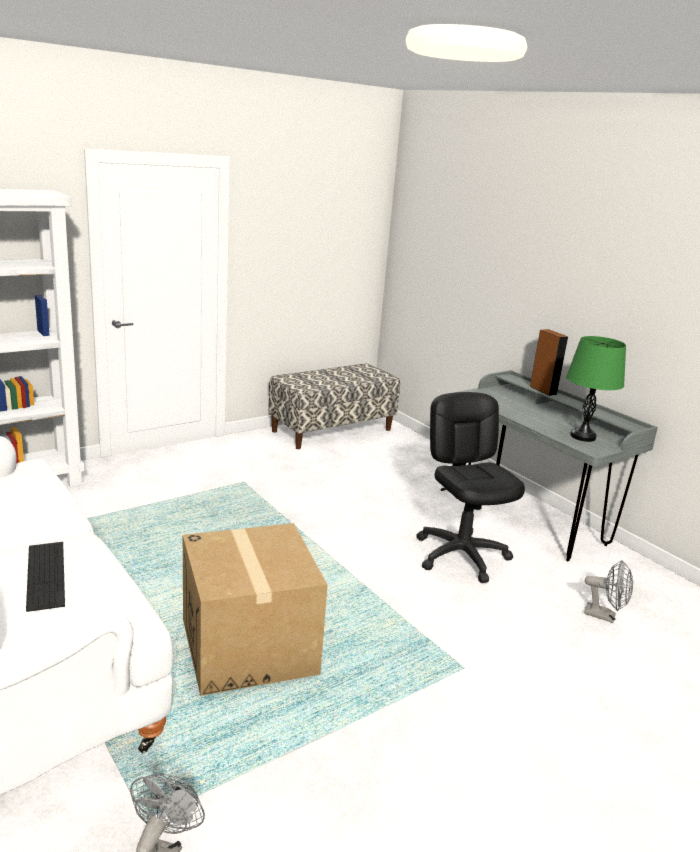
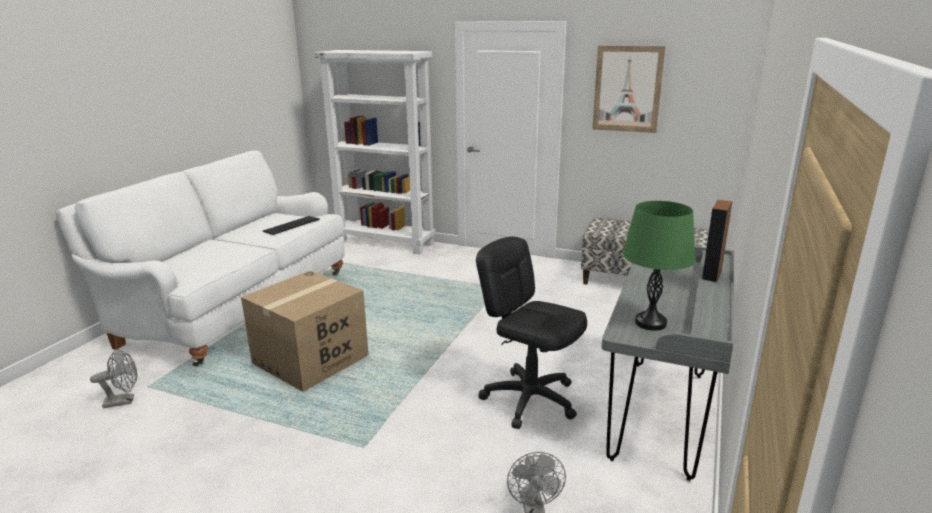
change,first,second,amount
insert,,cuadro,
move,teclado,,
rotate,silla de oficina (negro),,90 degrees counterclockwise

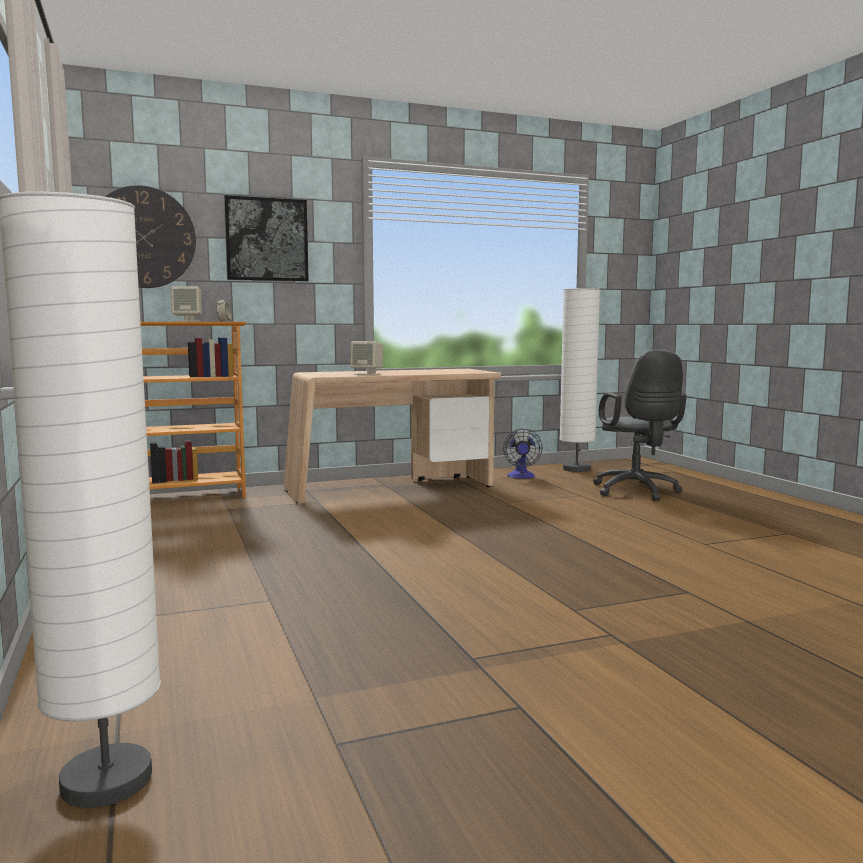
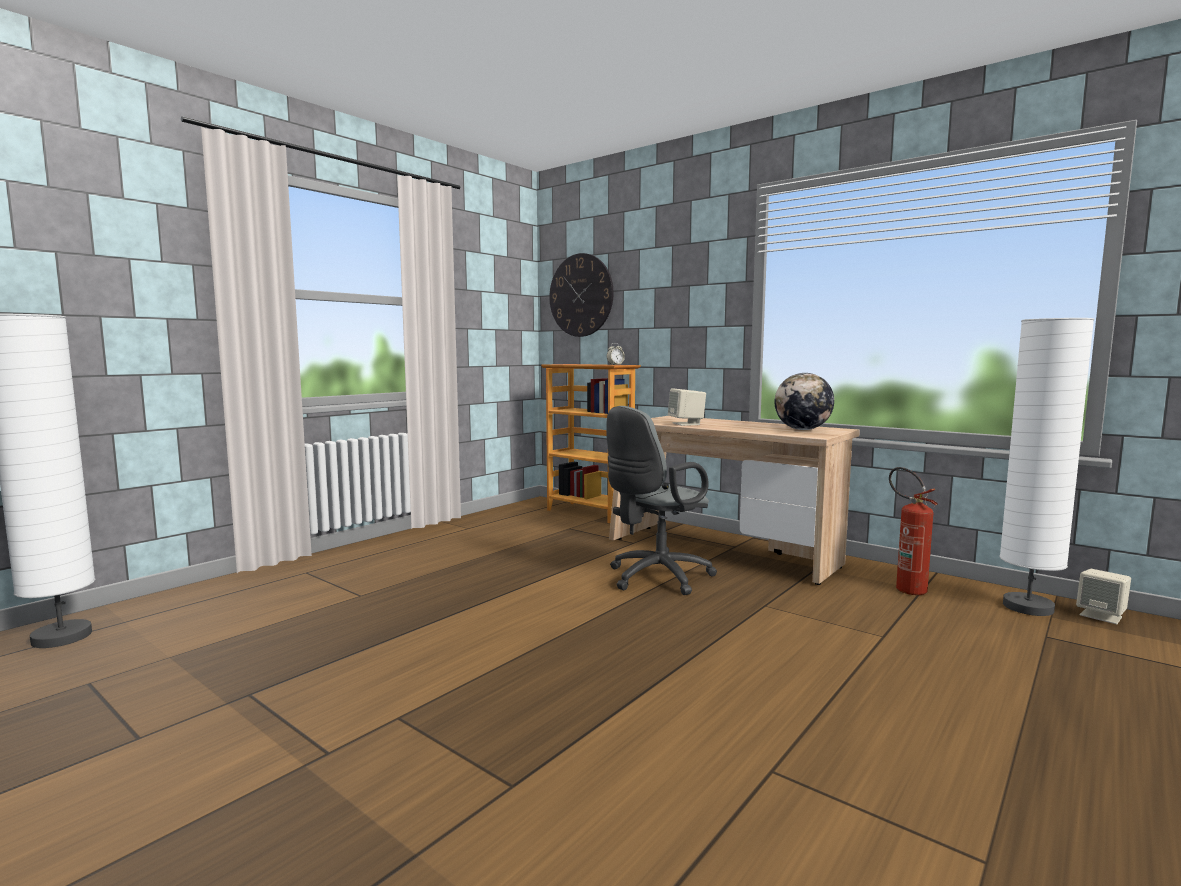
change,first,second,amount
delete,cuadro,,
insert,,globo terráqueo,
move,altavoz (beis) (1st from left in the first image),altavoz (beis) (2nd from left),
move,silla de oficina (gris),,
replace,ventilador,extintor,

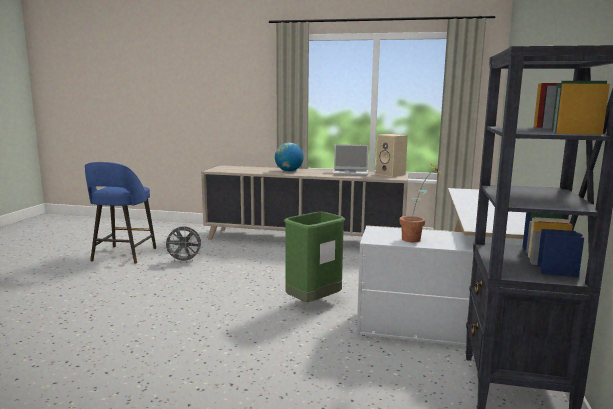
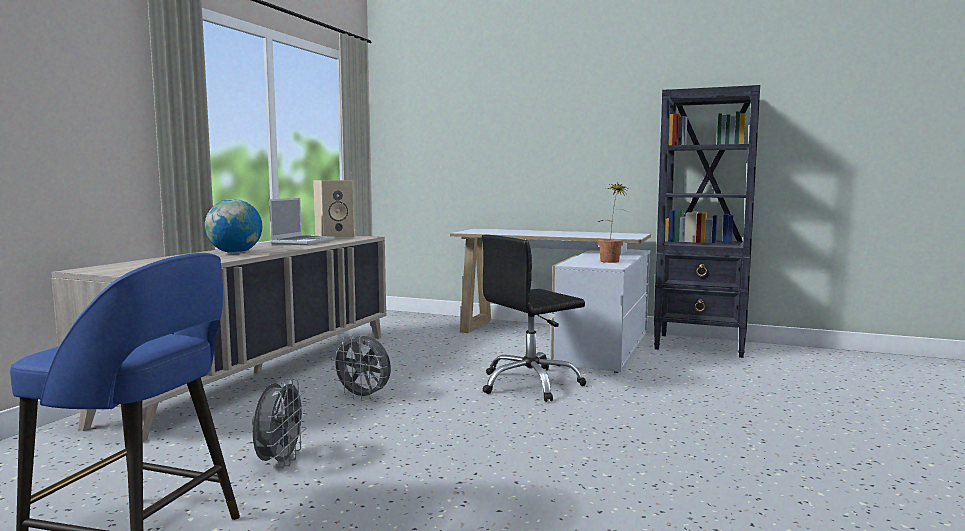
change,first,second,amount
insert,,ventilador (gris) (2nd from left),
replace,papelera (verde),silla de oficina (negro),

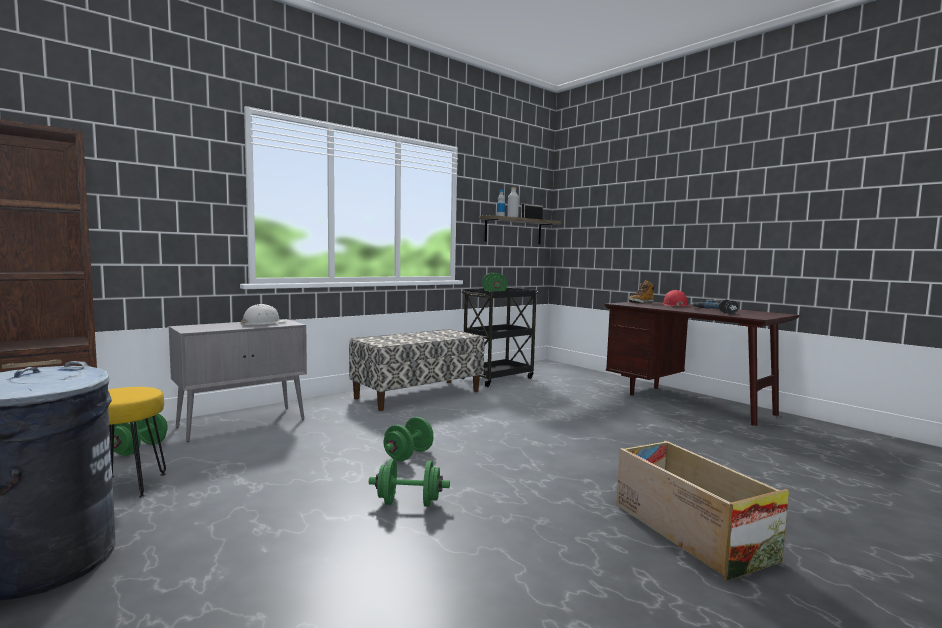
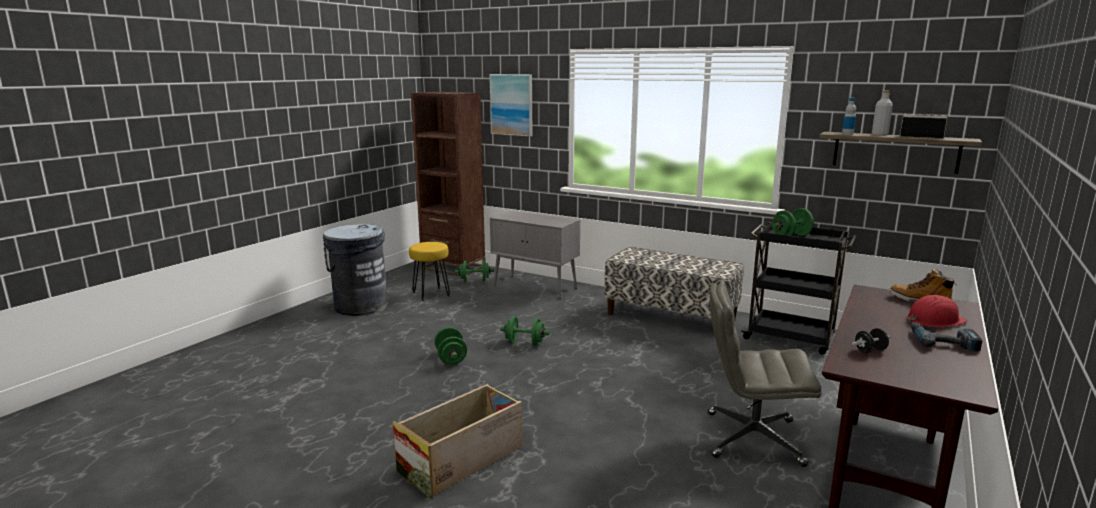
change,first,second,amount
delete,casco (blanco),,
insert,,cuadro,
insert,,silla de oficina (gris),

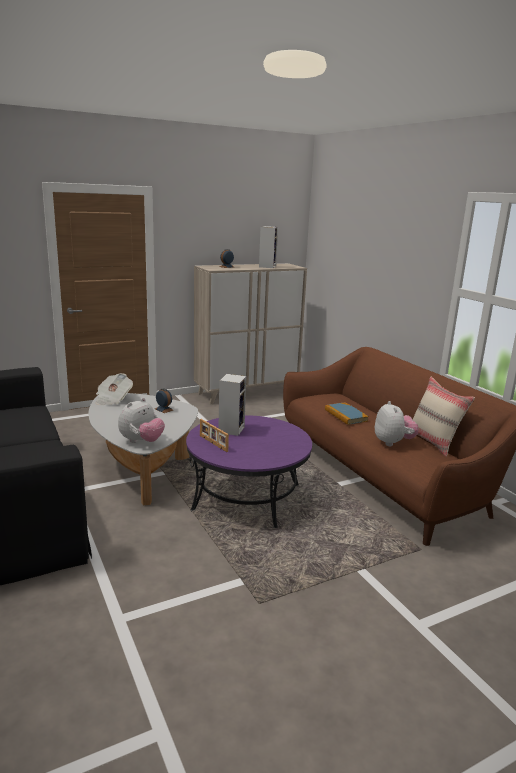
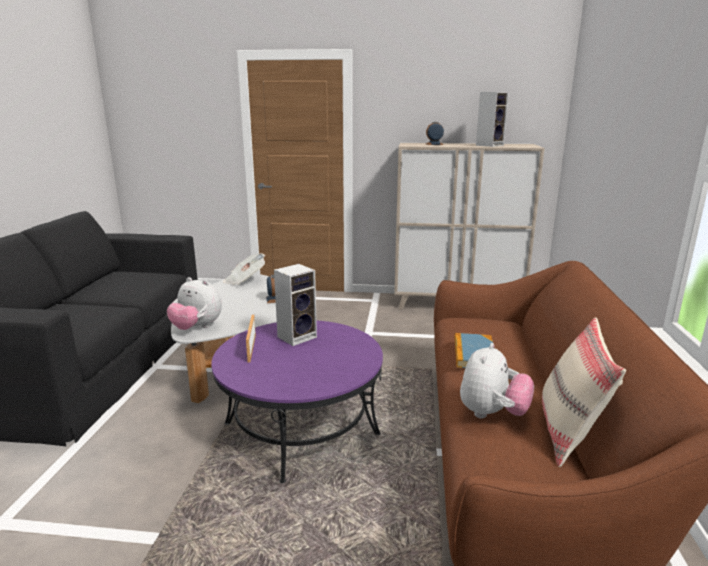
change,first,second,amount
rotate,peluche (1st from left),,45 degrees clockwise

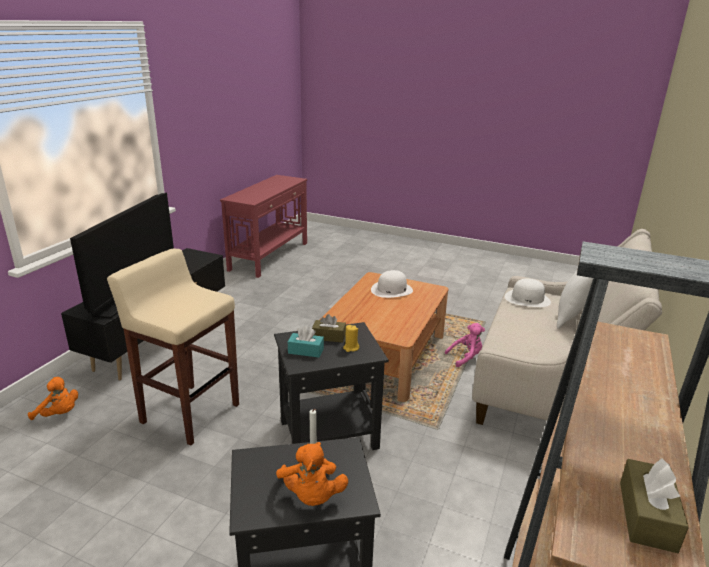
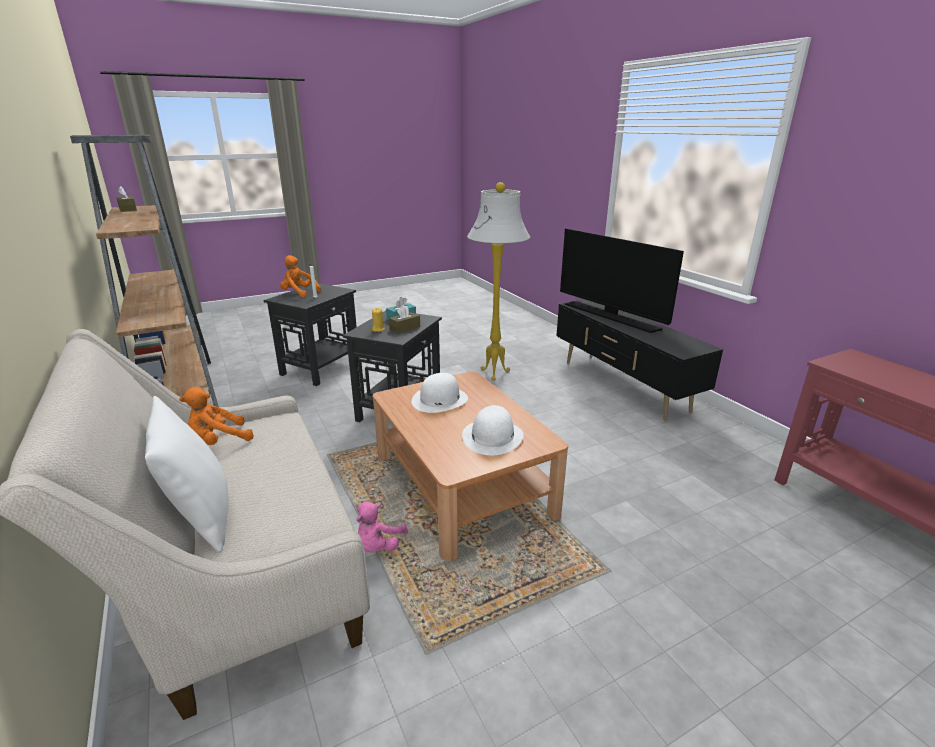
change,first,second,amount
move,peluche (naranja) (1st from left),,
move,sombrero (blanco) (2nd from left in the first image),sombrero (blanco) (1st from left),
replace,taburete (beis),lámpara de pie (blanco),

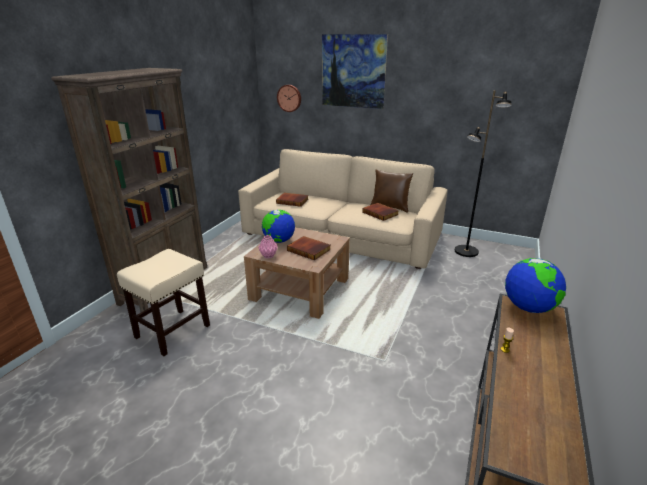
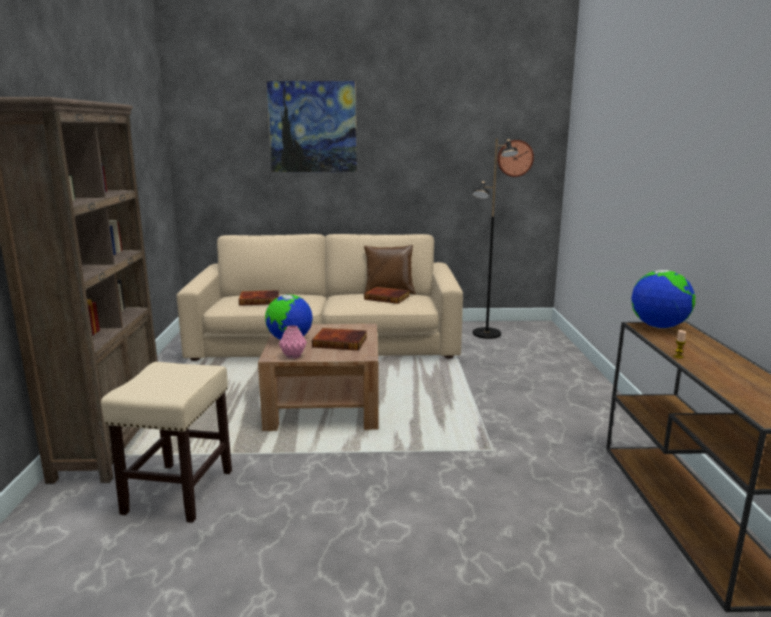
change,first,second,amount
move,reloj de pared,,

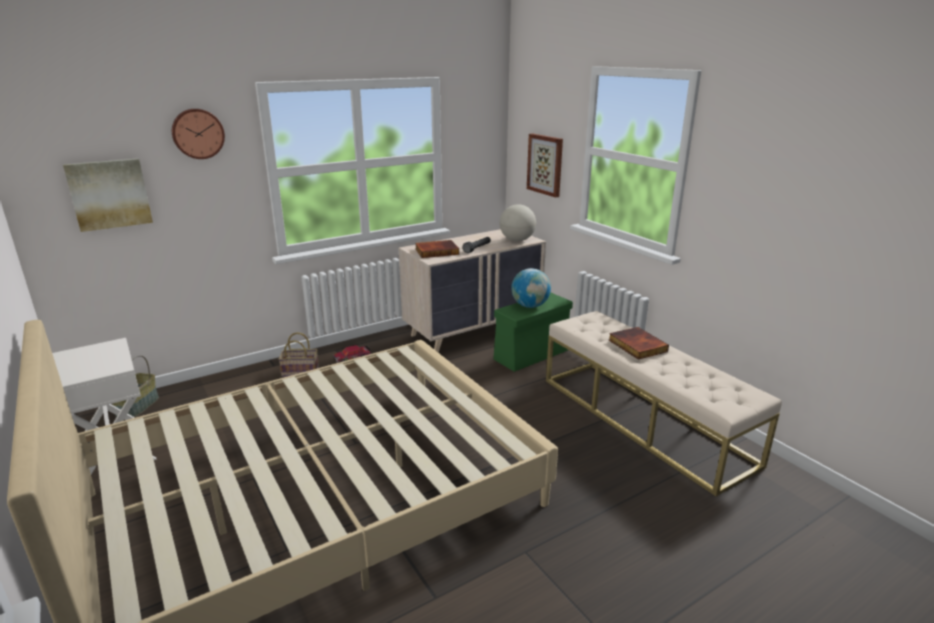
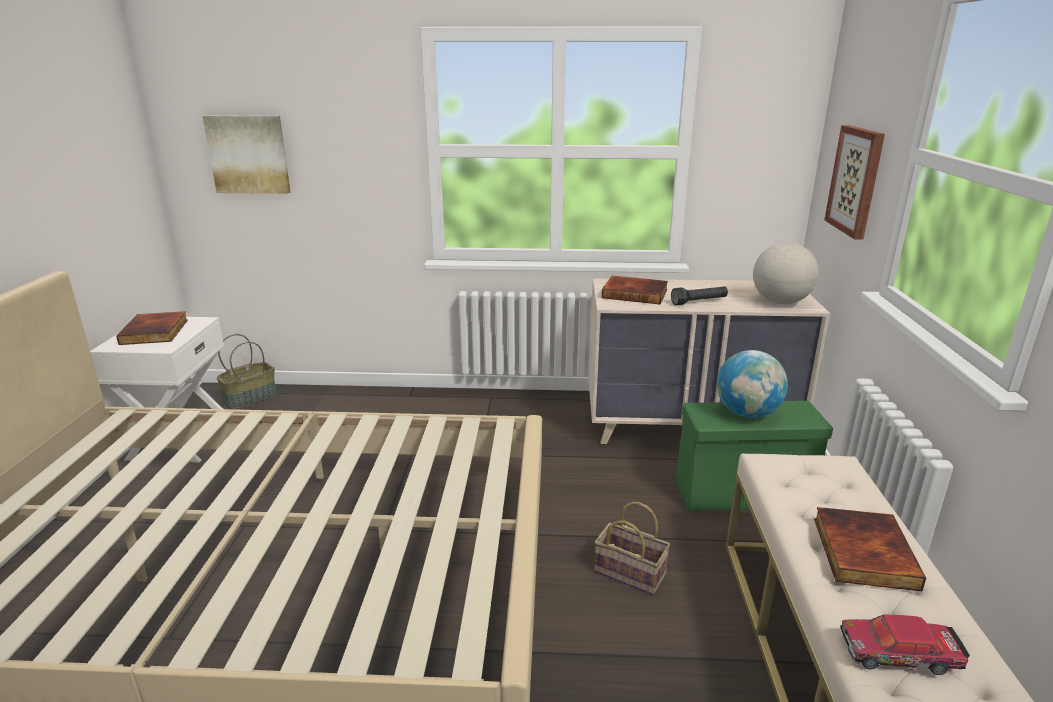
change,first,second,amount
delete,reloj de pared,,
insert,,libro (1st from left),
move,cesta (2nd from left),,
move,coche de juguete,,

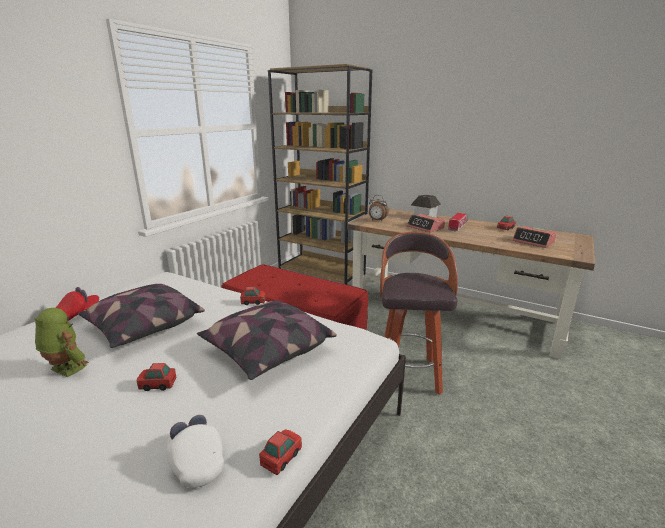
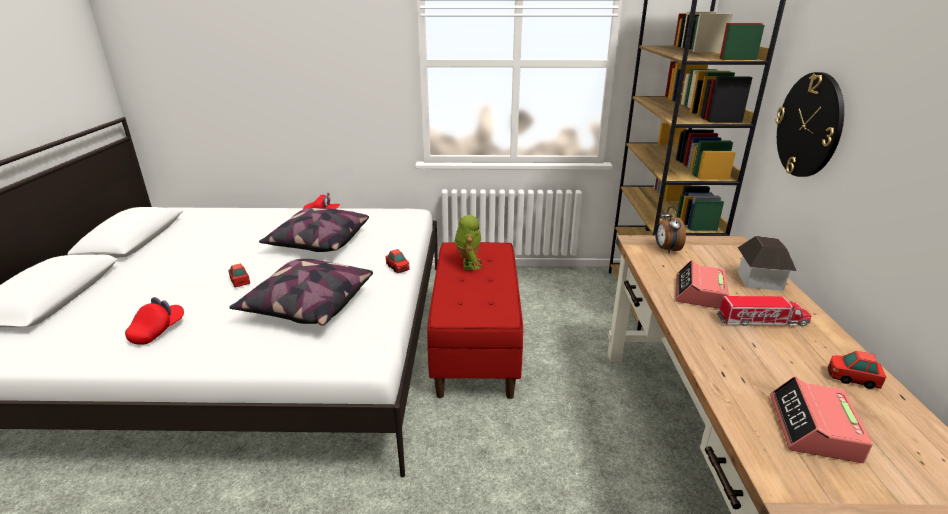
change,first,second,amount
delete,coche de juguete (3rd from left),,
delete,taburete,,
insert,,reloj de pared,
move,robot de juguete,,
recolor,gorra (blanco),gorra (rojo) (1st from left),

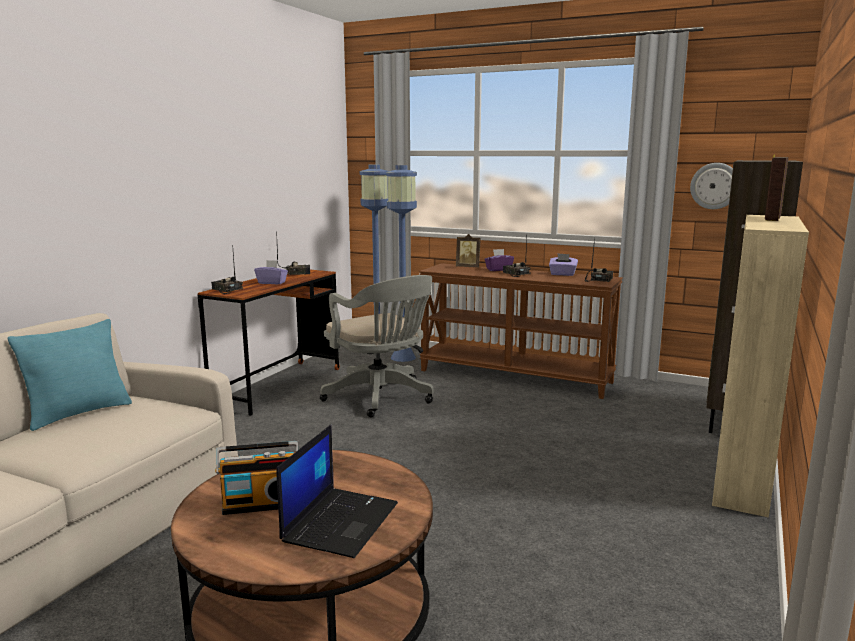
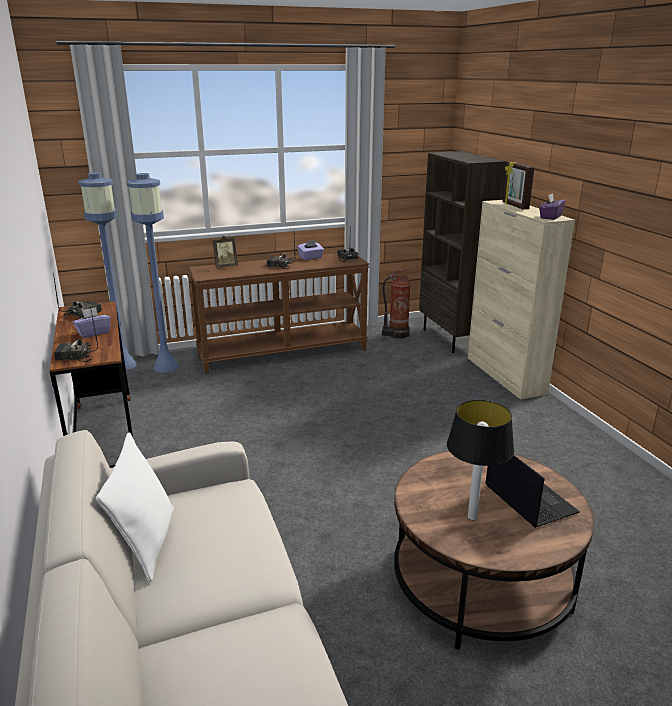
change,first,second,amount
delete,silla de oficina (gris),,
delete,reloj de pared,,
insert,,extintor,
move,caja de pañuelos (morado) (2nd from left in the first image),caja de pañuelos (morado) (3rd from left),
replace,radio (2nd from left),lámpara de mesa,
recolor,cojín (turquesa),cojín (blanco),

